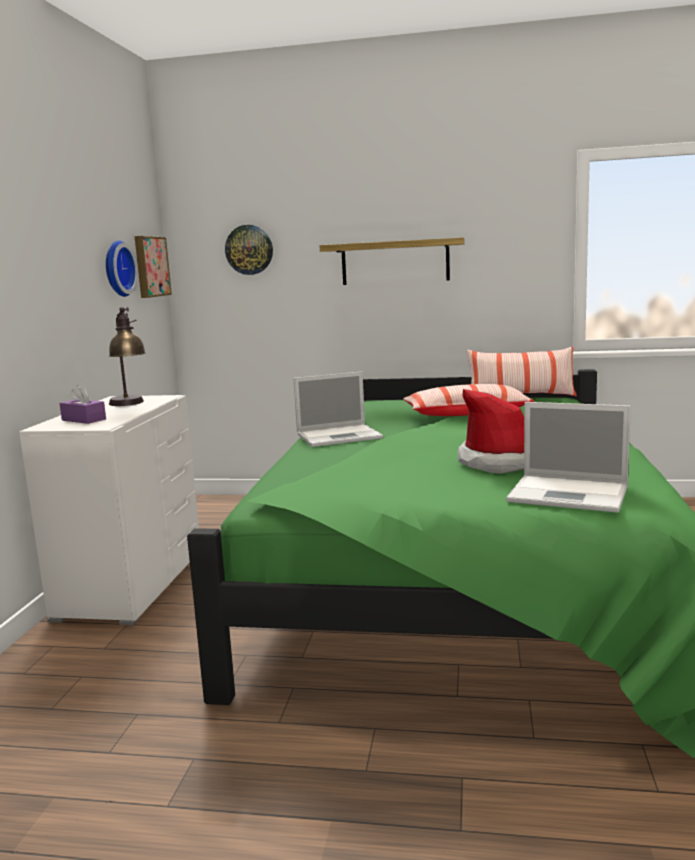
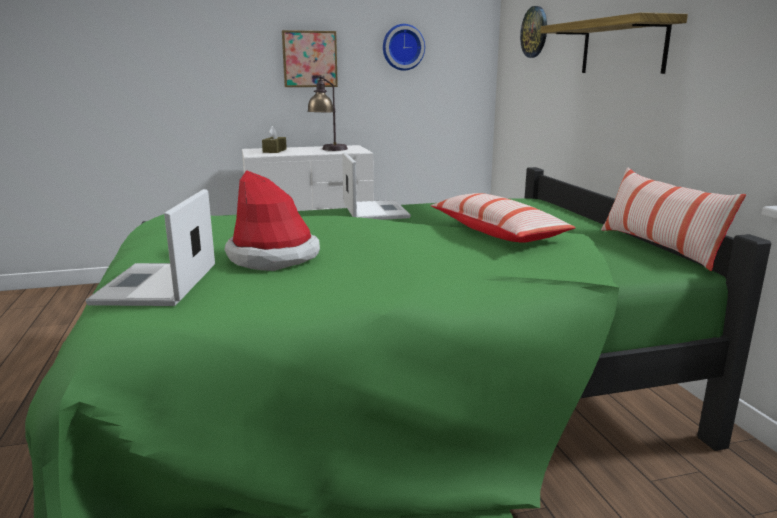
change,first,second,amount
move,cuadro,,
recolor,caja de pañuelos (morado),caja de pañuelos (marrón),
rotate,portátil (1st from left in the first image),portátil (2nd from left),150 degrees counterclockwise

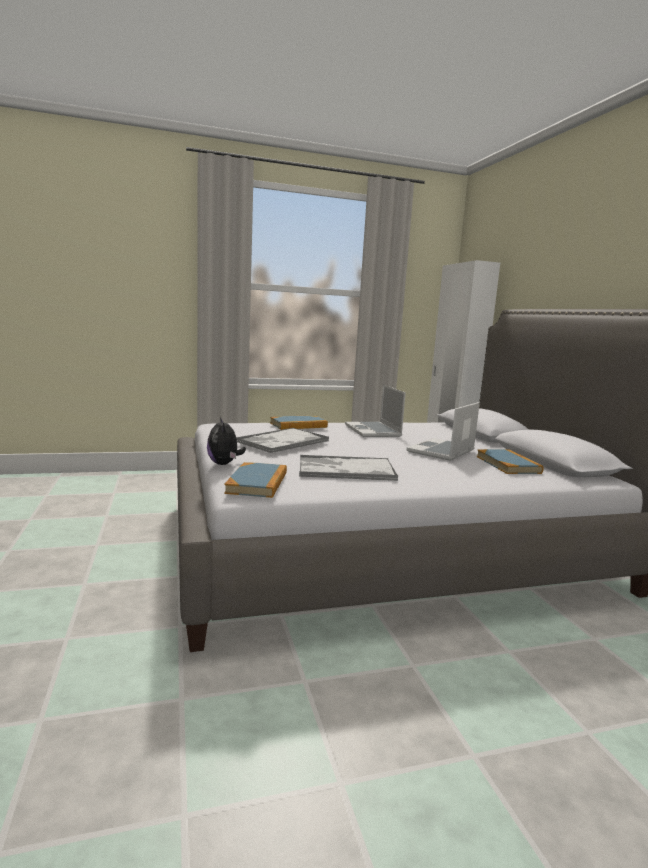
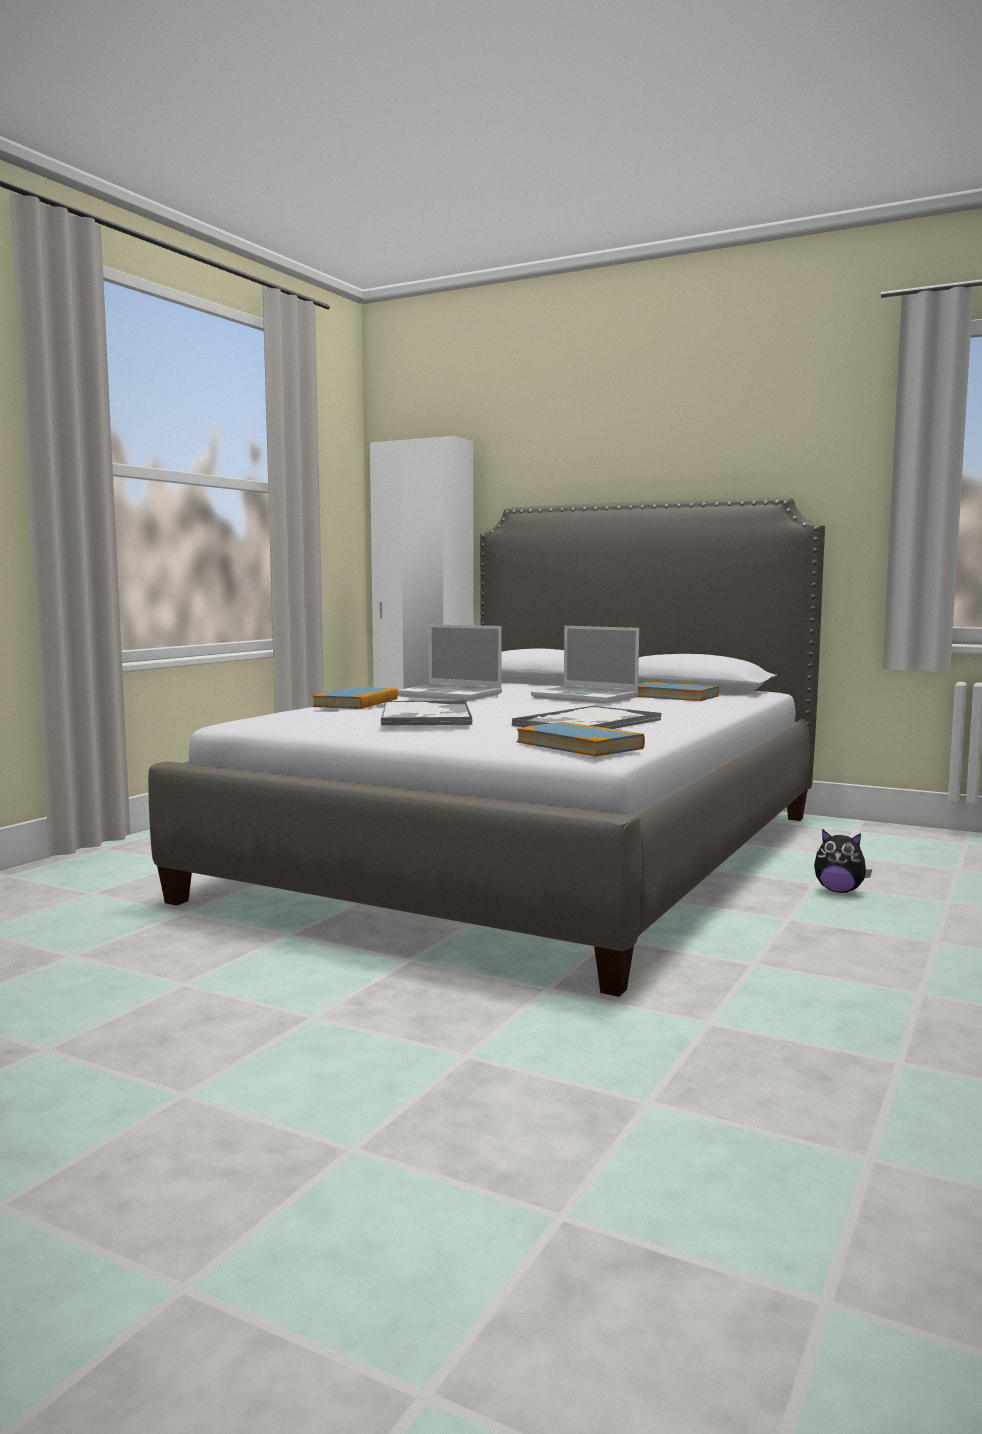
change,first,second,amount
move,peluche,,
rotate,portátil (2nd from left),,45 degrees counterclockwise

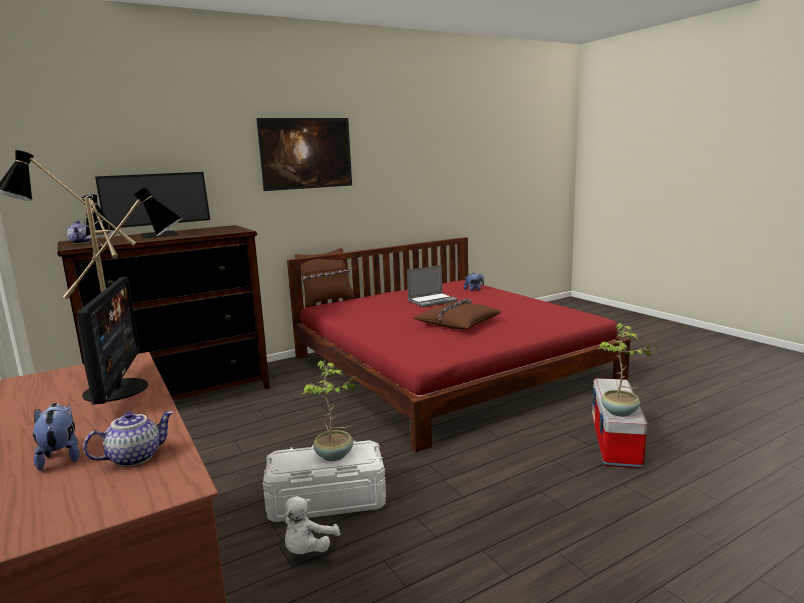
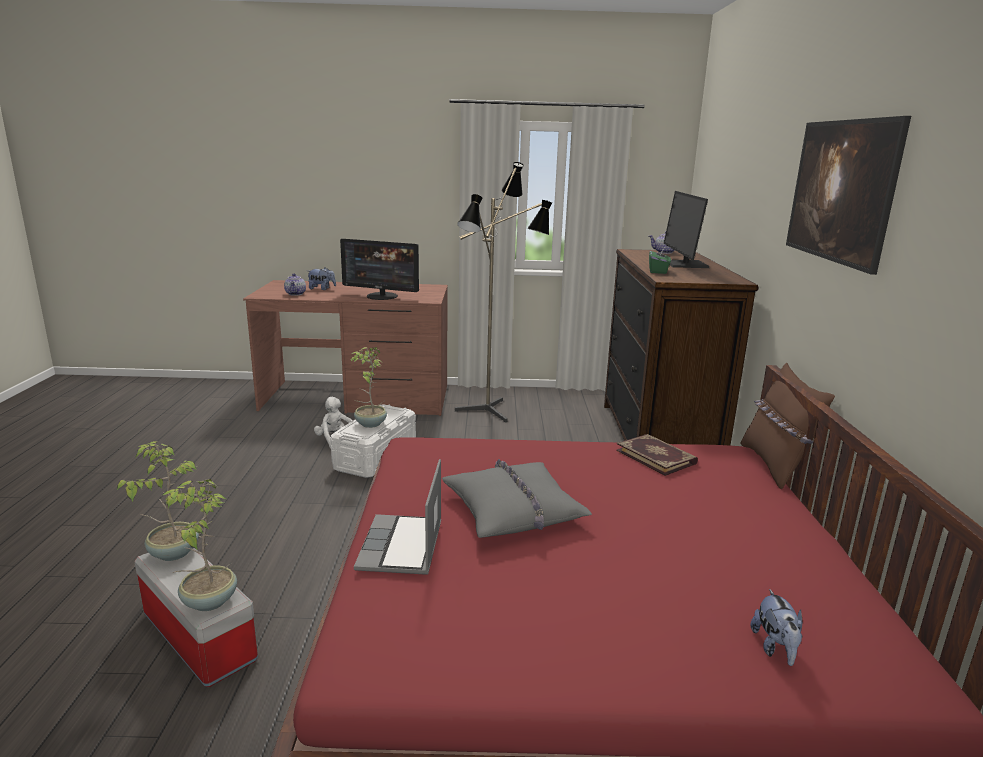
change,first,second,amount
insert,,planta en maceta (2nd from left),
insert,,libro,
insert,,caja de pañuelos (verde),
move,portátil,,
recolor,cojín (marrón) (2nd from left),cojín (gris),

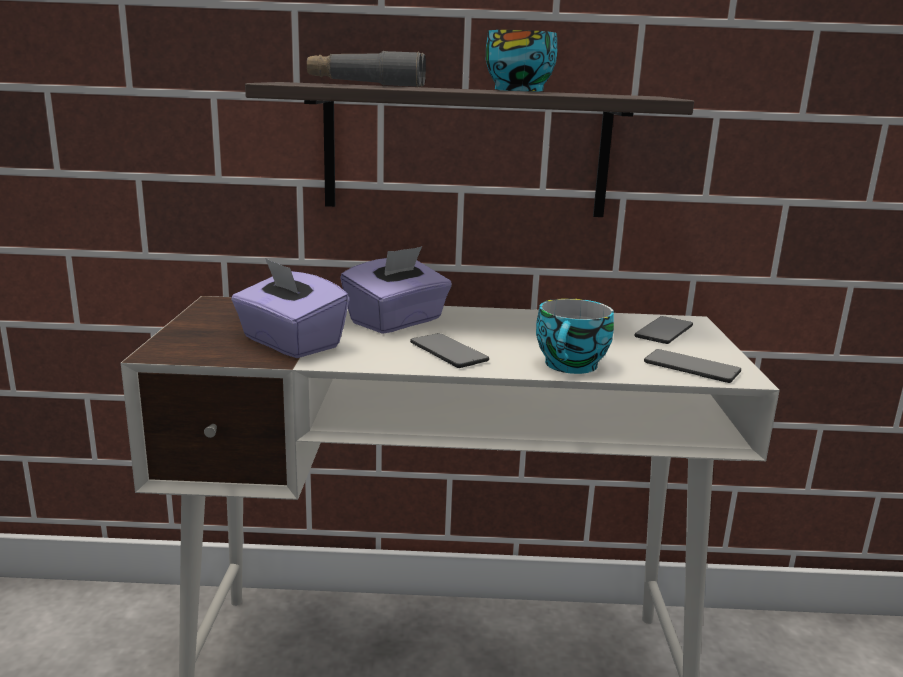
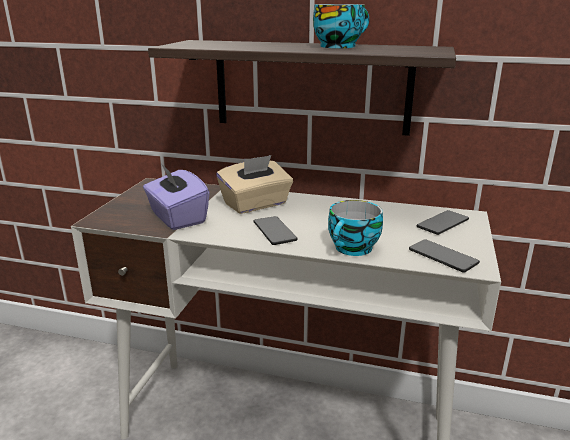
change,first,second,amount
delete,prismáticos (gris),,
recolor,caja de pañuelos (morado) (2nd from left),caja de pañuelos (beis),

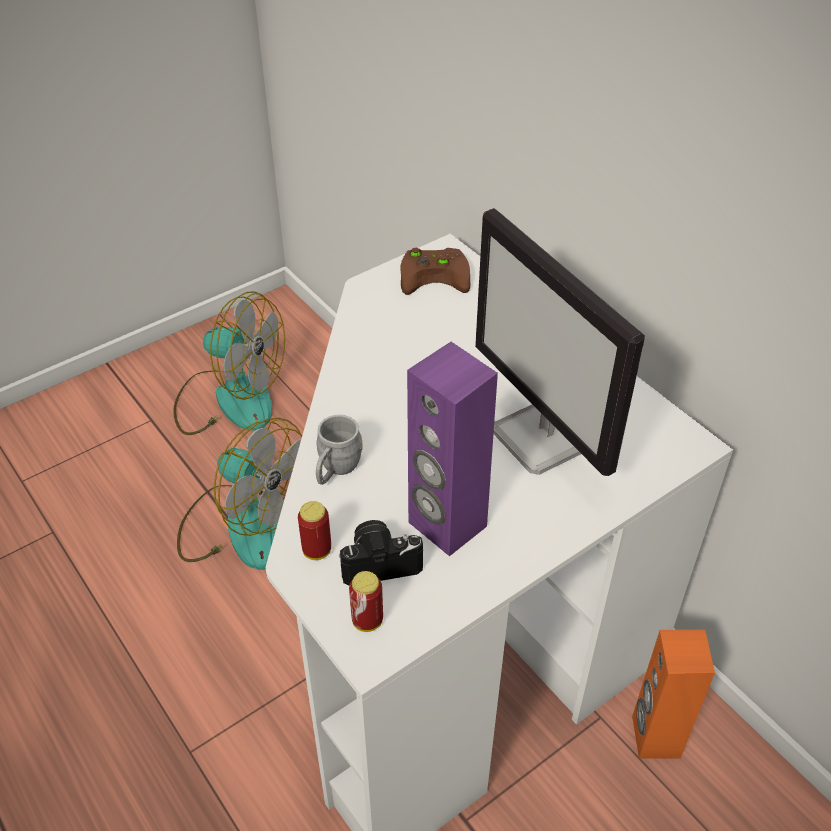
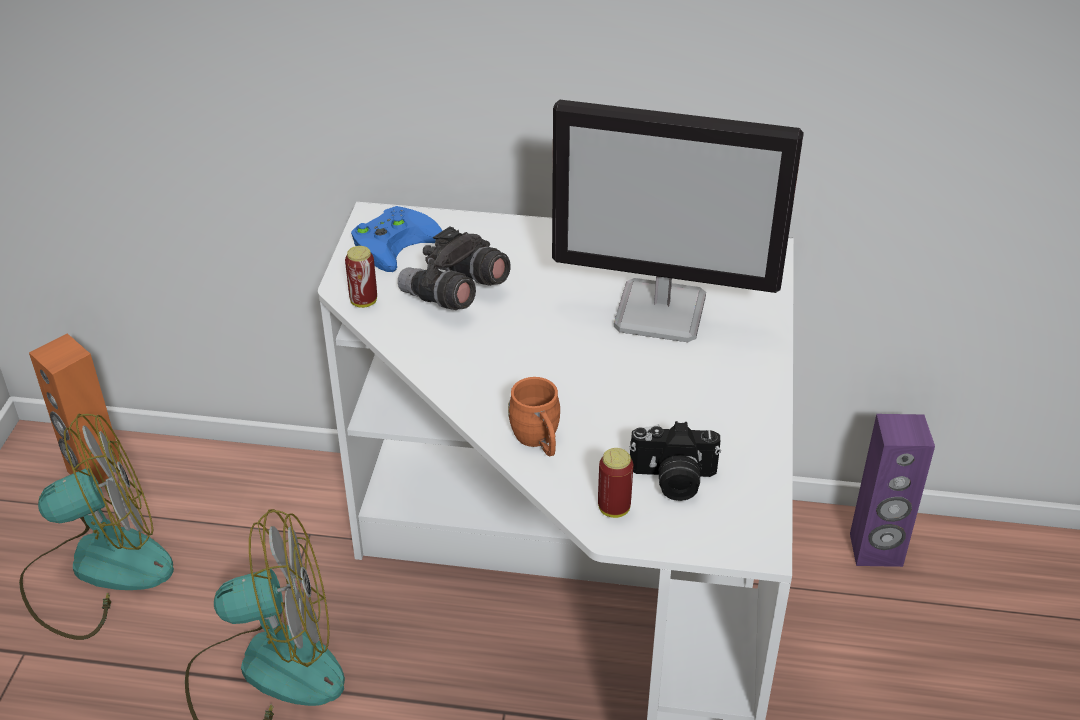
change,first,second,amount
insert,,prismáticos (gris),
move,lata (2nd from left in the first image),lata (1st from left),
move,altavoz (morado),,
move,altavoz (naranja),,
recolor,taza grande (gris),taza grande (naranja),
recolor,mando de consola (marrón),mando de consola (azul),
rotate,cámara,,120 degrees counterclockwise

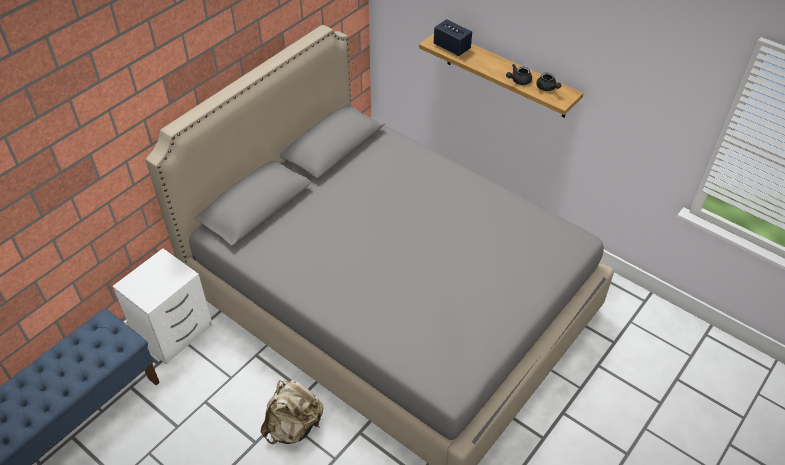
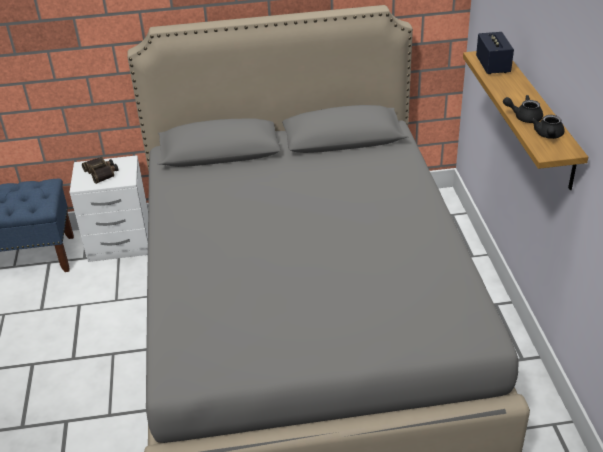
change,first,second,amount
delete,mochila (beis),,
insert,,prismáticos,

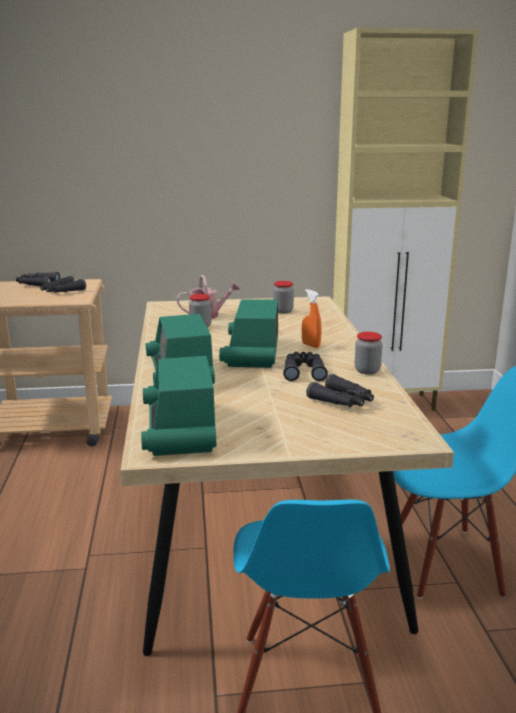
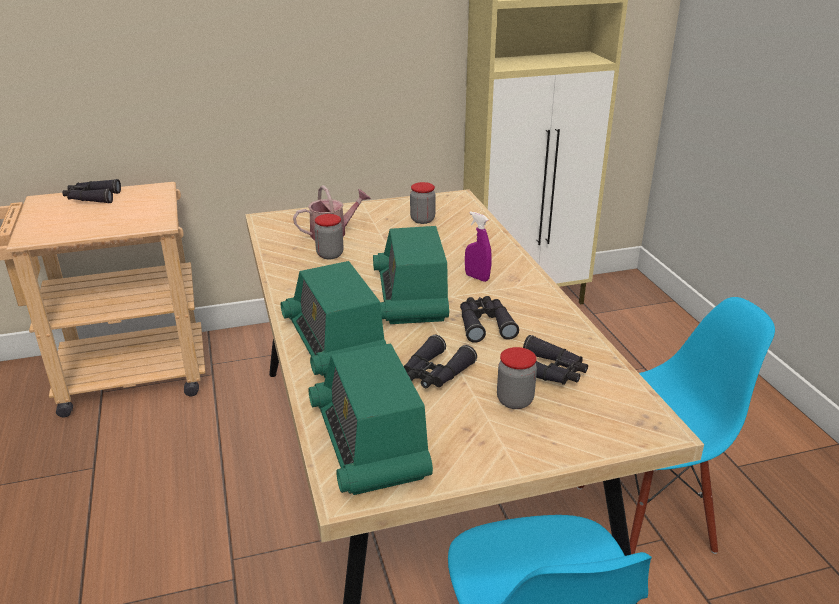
change,first,second,amount
move,prismáticos (negro) (2nd from left),,
move,tarro (3rd from left),,
recolor,pulverizador (naranja),pulverizador (morado),

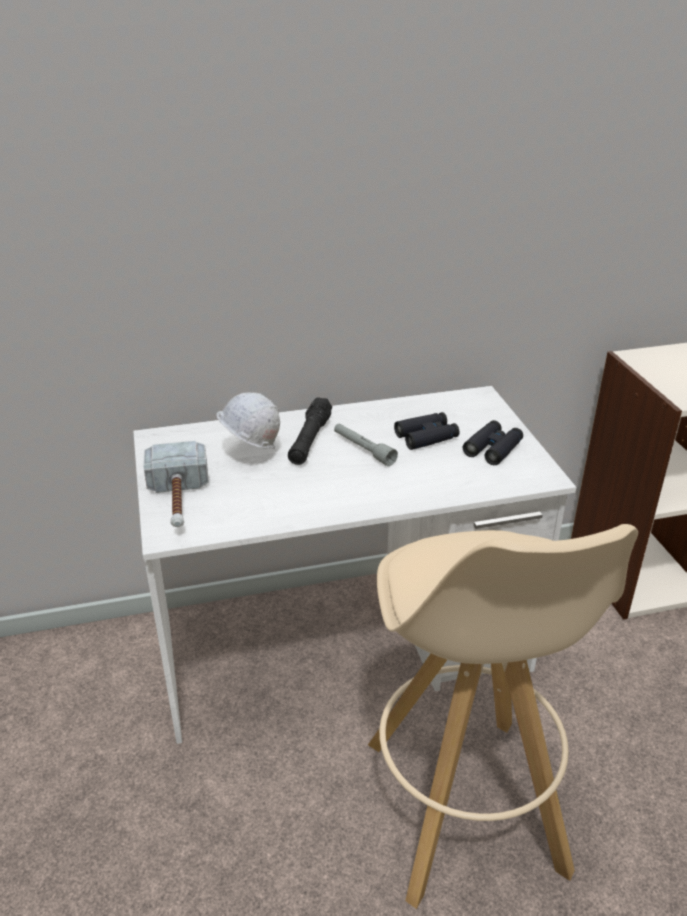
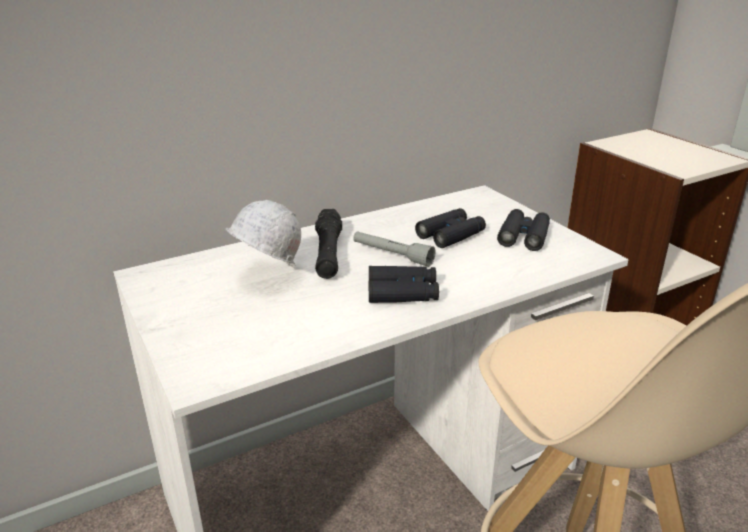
change,first,second,amount
delete,martillo,,
insert,,prismáticos (negro) (1st from left),

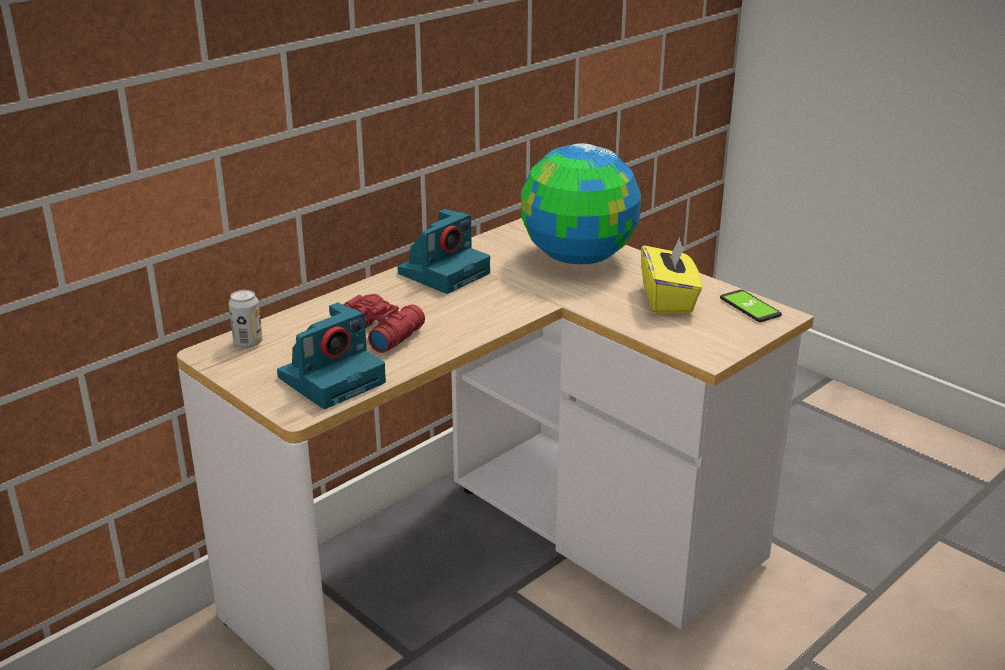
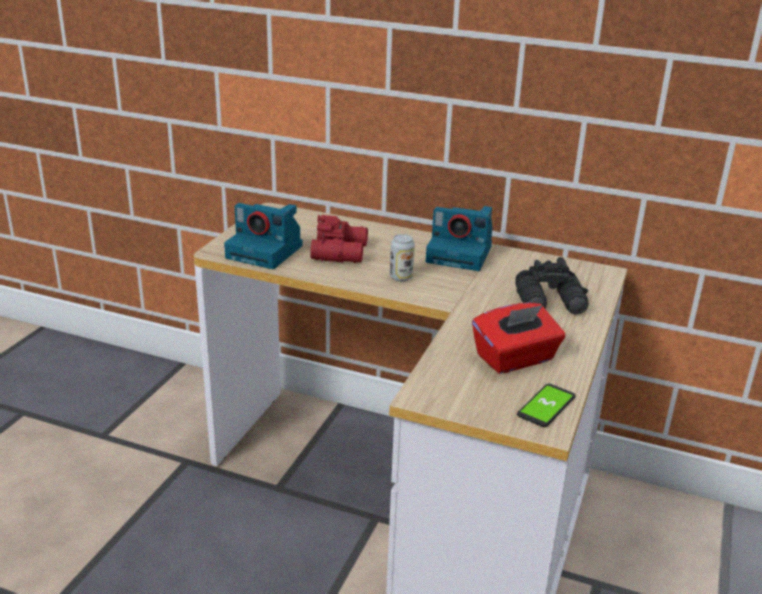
change,first,second,amount
move,lata,,
replace,globo terráqueo,prismáticos (negro),
recolor,caja de pañuelos (amarillo),caja de pañuelos (rojo),

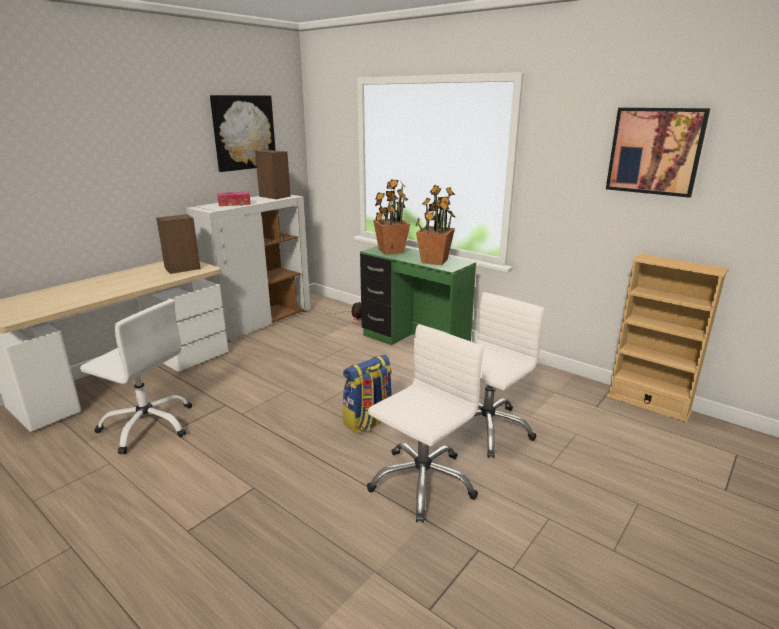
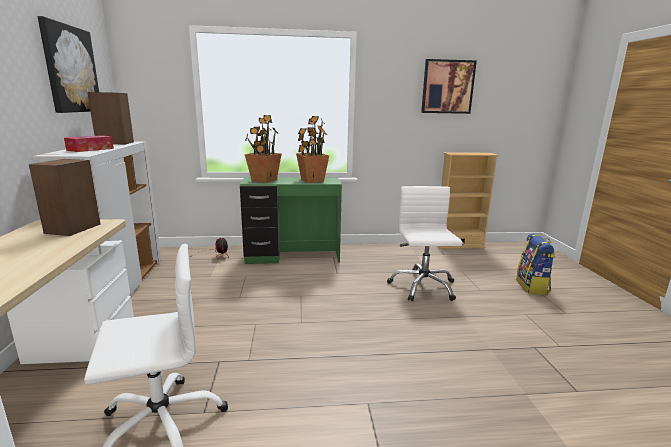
change,first,second,amount
delete,silla de oficina (blanco) (2nd from left),,
move,mochila,,

